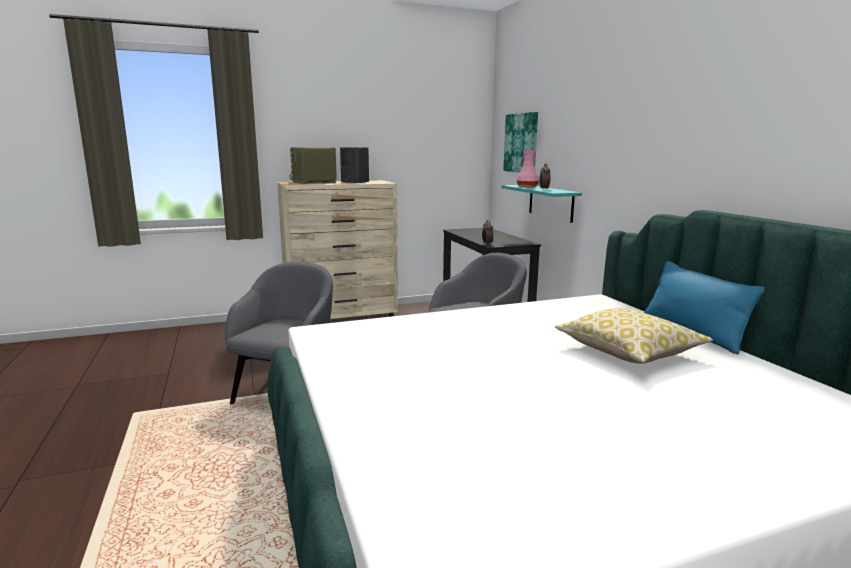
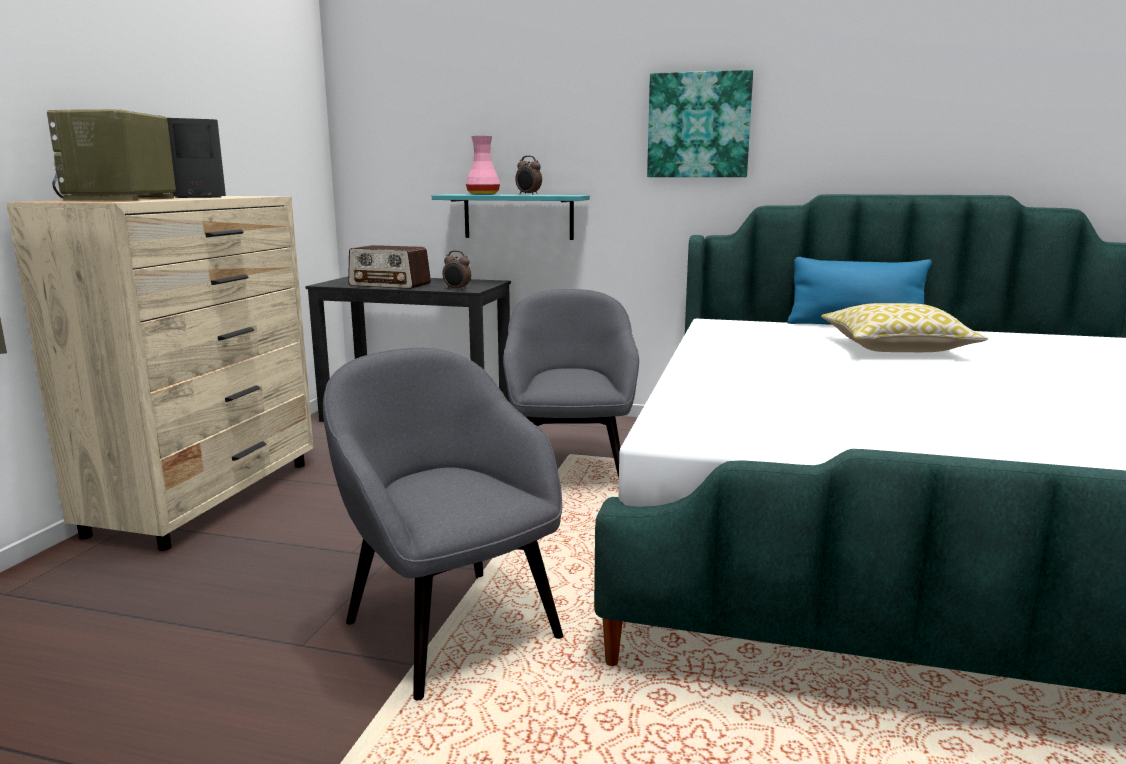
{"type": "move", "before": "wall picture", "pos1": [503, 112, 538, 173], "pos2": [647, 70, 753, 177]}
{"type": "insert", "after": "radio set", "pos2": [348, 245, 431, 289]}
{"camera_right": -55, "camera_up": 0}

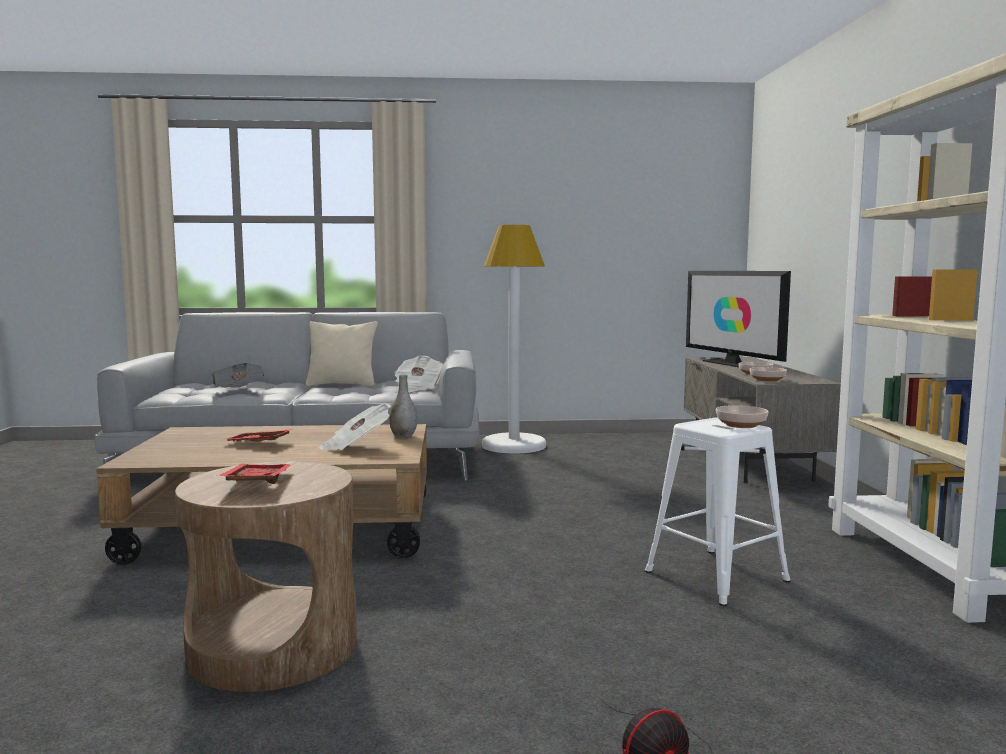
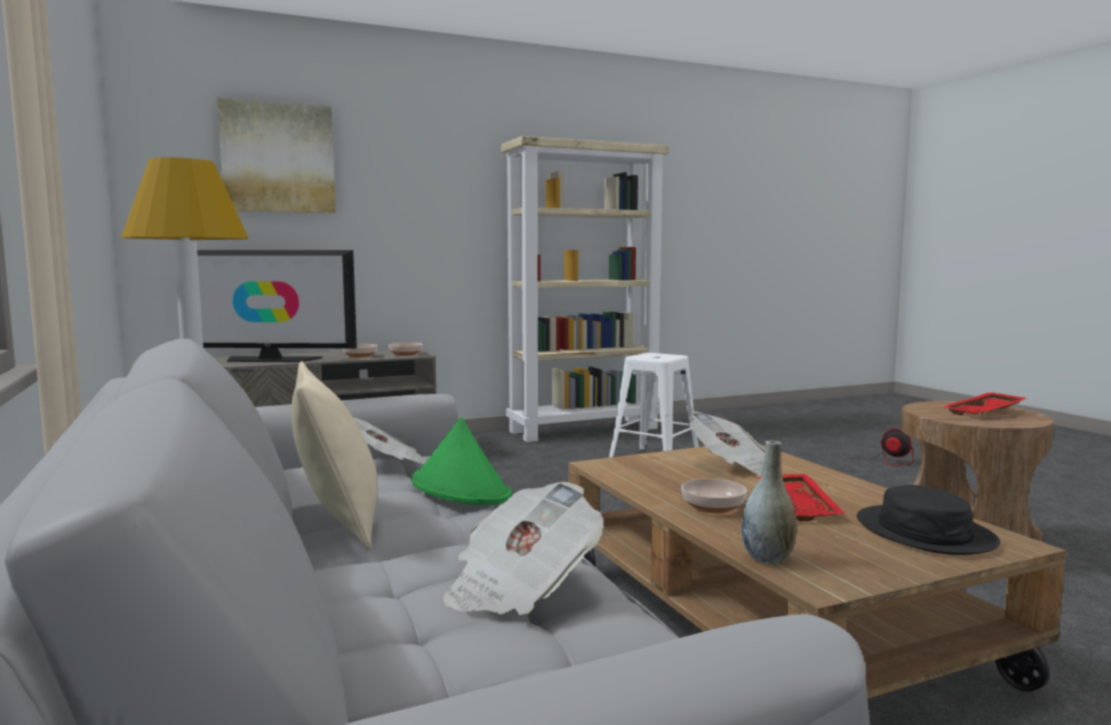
{"type": "move", "before": "grey vase", "pos1": [389, 374, 417, 438], "pos2": [742, 441, 797, 564]}
{"type": "rotate", "before": "TV set", "pos1": [686, 271, 791, 367], "pos2": [197, 250, 357, 362], "turn": 45}
{"type": "move", "before": "serving bowl", "pos1": [716, 405, 769, 428], "pos2": [681, 479, 747, 513]}
{"type": "insert", "after": "wall picture", "pos2": [217, 98, 336, 213]}
{"type": "insert", "after": "greenish clothing hat", "pos2": [411, 417, 512, 505]}
{"type": "insert", "after": "blackish clothing hat", "pos2": [857, 485, 1000, 555]}
{"camera_right": -110, "camera_up": 0}

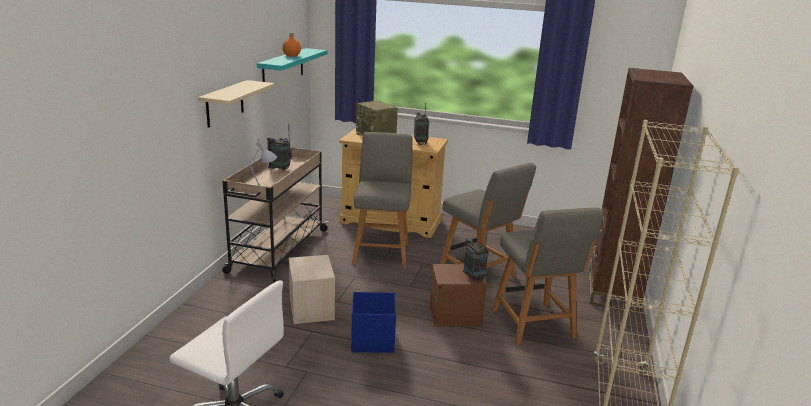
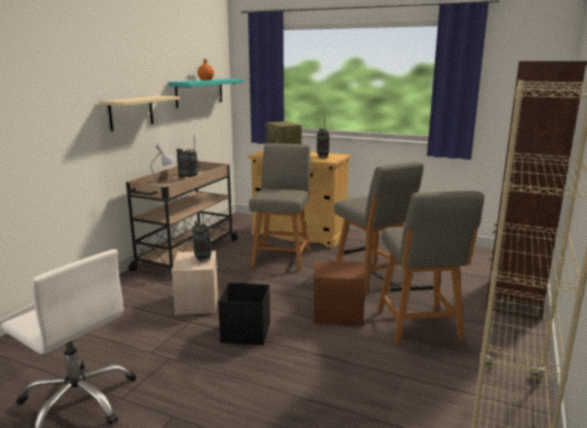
{"type": "recolor", "before": "blue storage bin", "after": "blackish storage bin", "pos1": [351, 292, 396, 353], "pos2": [218, 283, 270, 345]}
{"type": "move", "before": "radio set", "pos1": [463, 231, 489, 281], "pos2": [192, 211, 212, 262]}
{"camera_right": 10, "camera_up": -5}

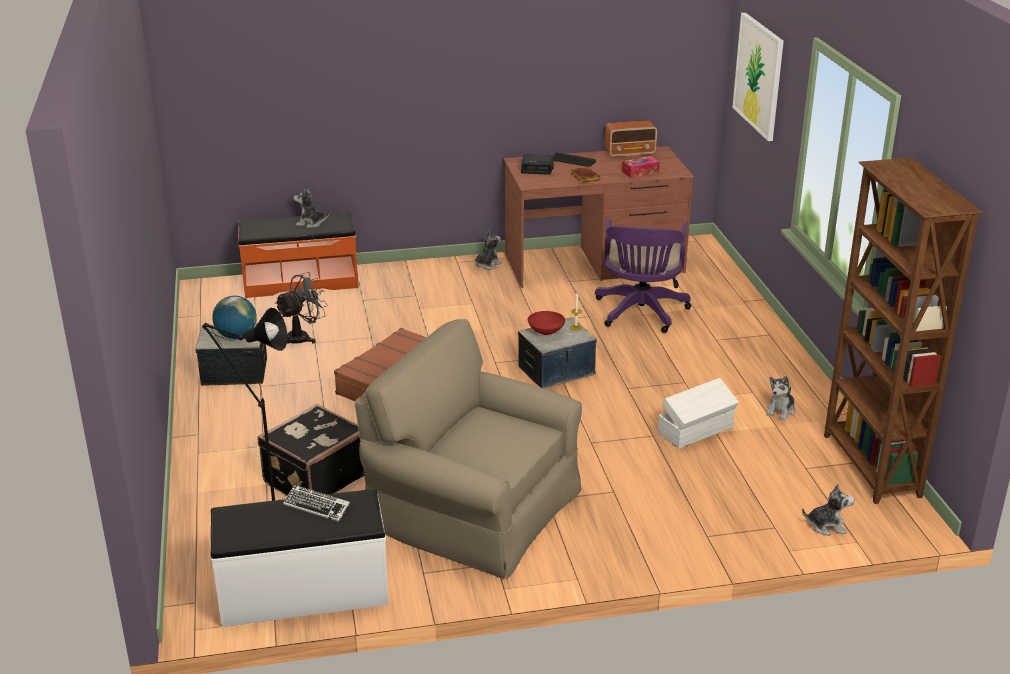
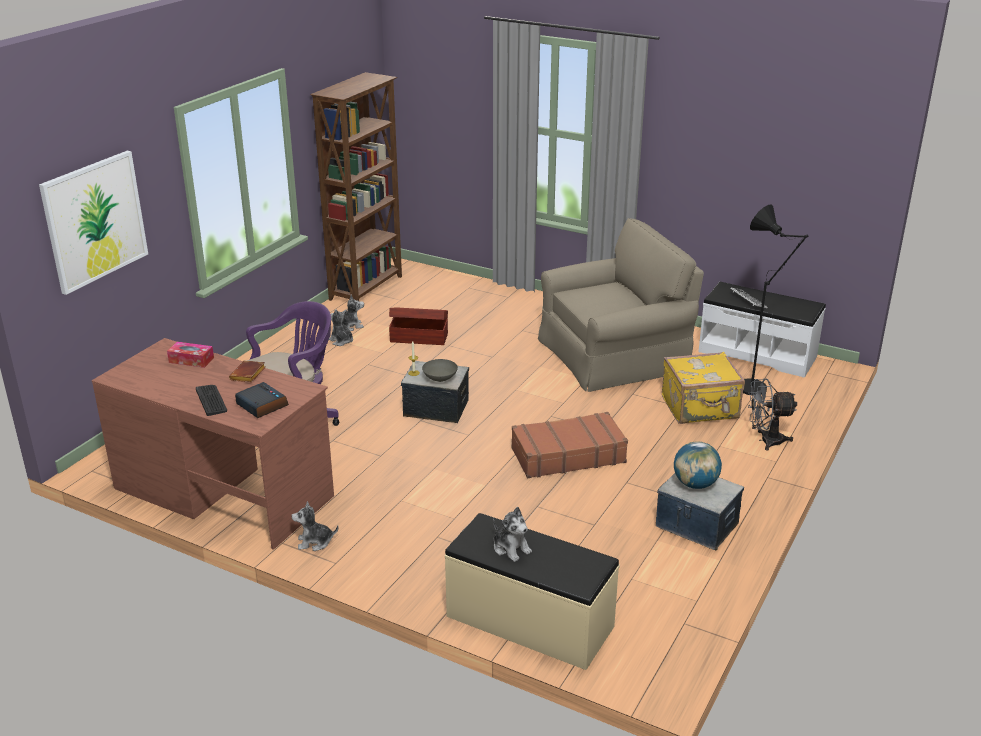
{"type": "recolor", "before": "orange indoor bench", "after": "beige-coloured indoor bench", "pos1": [238, 212, 359, 298], "pos2": [445, 513, 620, 670]}
{"type": "recolor", "before": "blackish suitcase", "after": "yellow suitcase", "pos1": [257, 404, 364, 496], "pos2": [662, 352, 745, 424]}
{"type": "move", "before": "grey electric fan", "pos1": [275, 272, 327, 344], "pos2": [748, 378, 797, 451]}
{"type": "rotate", "before": "beige-coloured easy chair", "pos1": [355, 319, 582, 579], "pos2": [538, 218, 704, 392], "turn": -90}
{"type": "recolor", "before": "red-coloured serving bowl", "after": "grey serving bowl", "pos1": [528, 311, 565, 335], "pos2": [422, 359, 458, 382]}
{"type": "delete", "before": "radio set", "pos1": [605, 120, 657, 158]}
{"type": "recolor", "before": "white storage bin", "after": "brownish storage bin", "pos1": [658, 378, 739, 449], "pos2": [389, 307, 448, 345]}
{"type": "move", "before": "plush toy", "pos1": [802, 484, 855, 536], "pos2": [329, 309, 353, 346]}
{"camera_right": -140, "camera_up": 0}

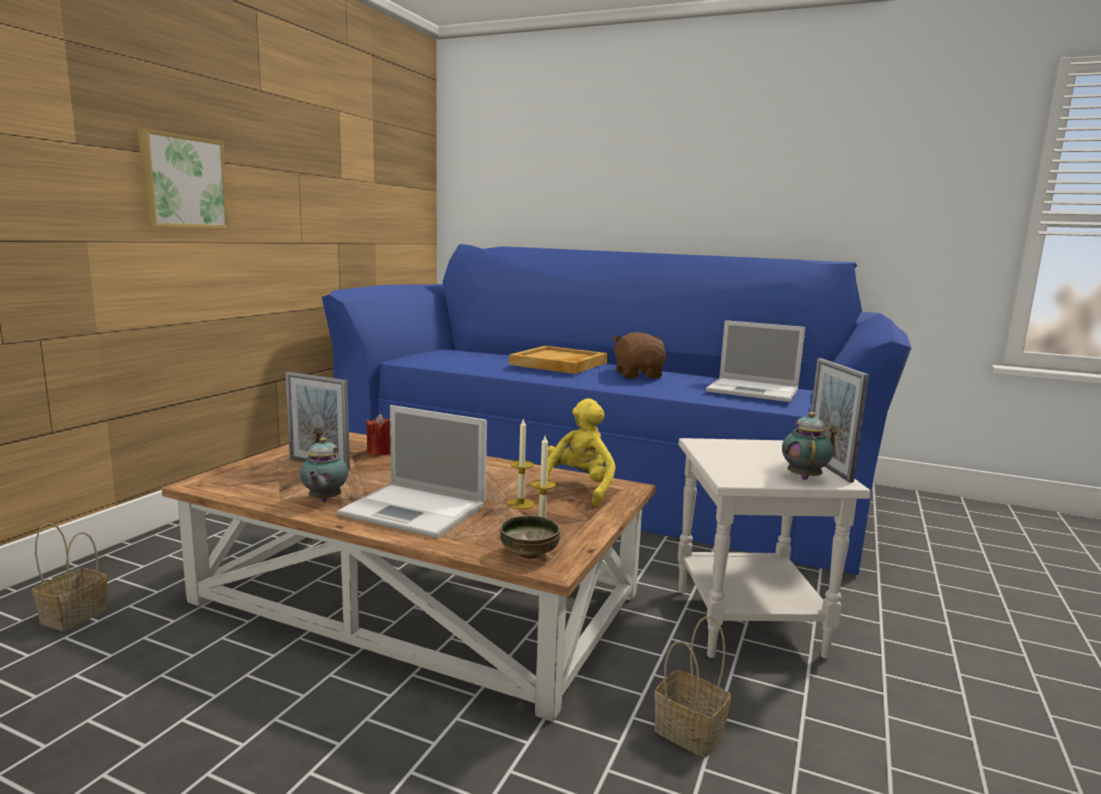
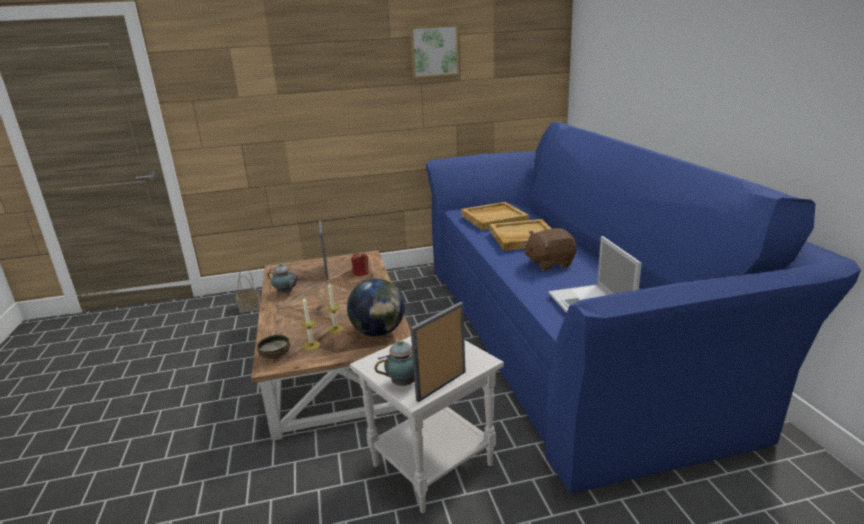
{"type": "move", "before": "wall picture", "pos1": [138, 129, 229, 229], "pos2": [410, 24, 459, 78]}
{"type": "rotate", "before": "tea pot", "pos1": [300, 437, 348, 502], "pos2": [267, 263, 300, 294], "turn": -120}
{"type": "delete", "before": "notebook computer", "pos1": [337, 405, 487, 538]}
{"type": "replace", "before": "yellow plush toy", "after": "desk globe", "pos1": [539, 398, 616, 506], "pos2": [347, 279, 405, 336]}
{"type": "rotate", "before": "brownish plush toy", "pos1": [612, 332, 666, 378], "pos2": [524, 228, 577, 271], "turn": -150}
{"type": "delete", "before": "storage basket", "pos1": [654, 616, 731, 758]}
{"type": "insert", "after": "beige-coloured tray", "pos2": [461, 202, 529, 230]}
{"camera_right": 55, "camera_up": 10}

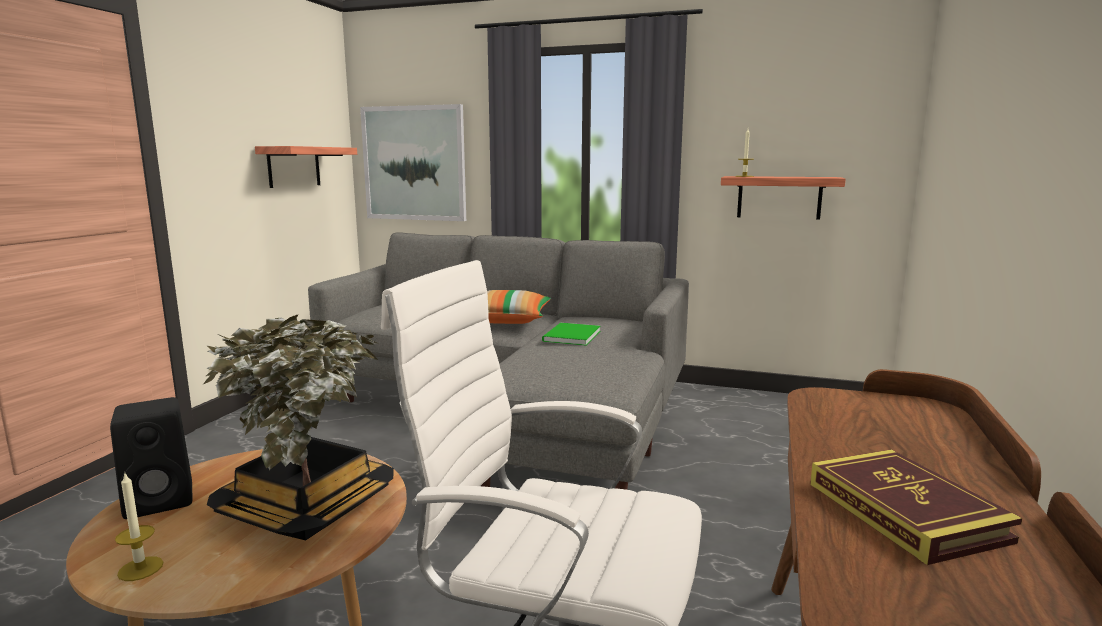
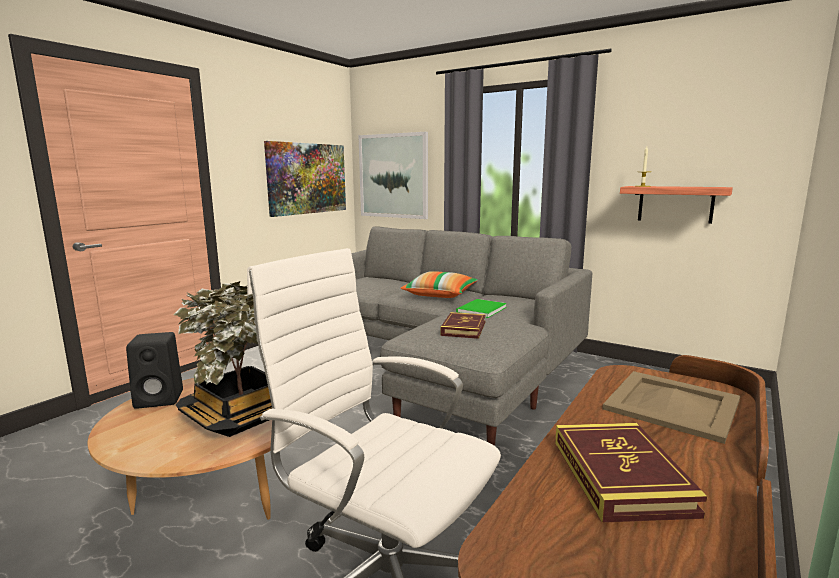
{"type": "delete", "before": "wax light", "pos1": [115, 474, 163, 581]}
{"type": "replace", "before": "bracket shelf", "after": "wall picture", "pos1": [255, 146, 357, 188], "pos2": [264, 141, 346, 217]}
{"type": "insert", "after": "volume", "pos2": [441, 312, 486, 339]}
{"type": "insert", "after": "beige-coloured tray", "pos2": [602, 371, 740, 444]}
{"camera_right": 15, "camera_up": 0}

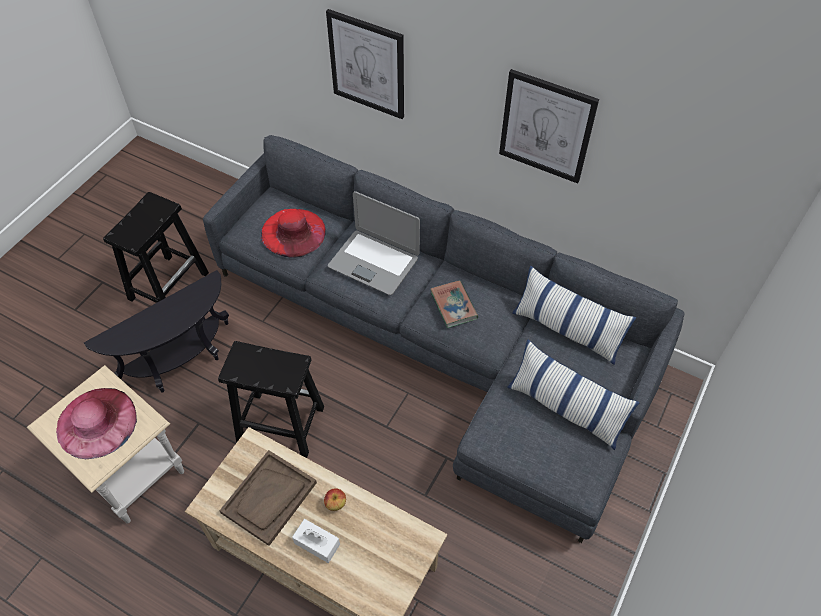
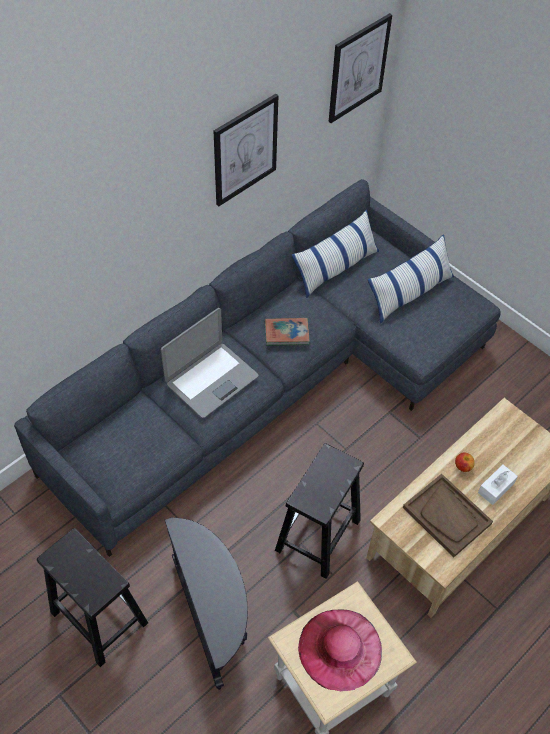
{"type": "delete", "before": "red-coloured clothing hat", "pos1": [261, 209, 326, 258]}
{"type": "move", "before": "wall picture", "pos1": [326, 9, 404, 119], "pos2": [329, 13, 392, 123]}
{"camera_right": -75, "camera_up": 0}

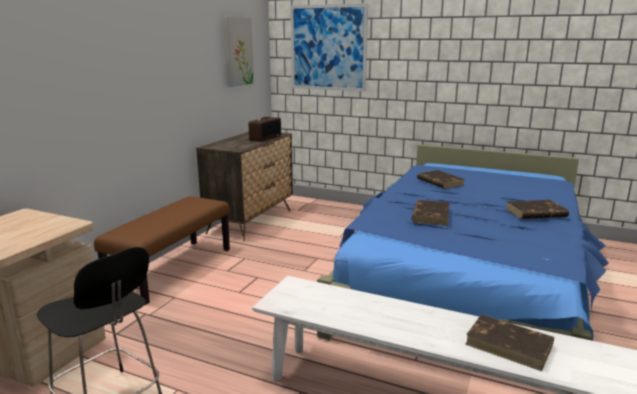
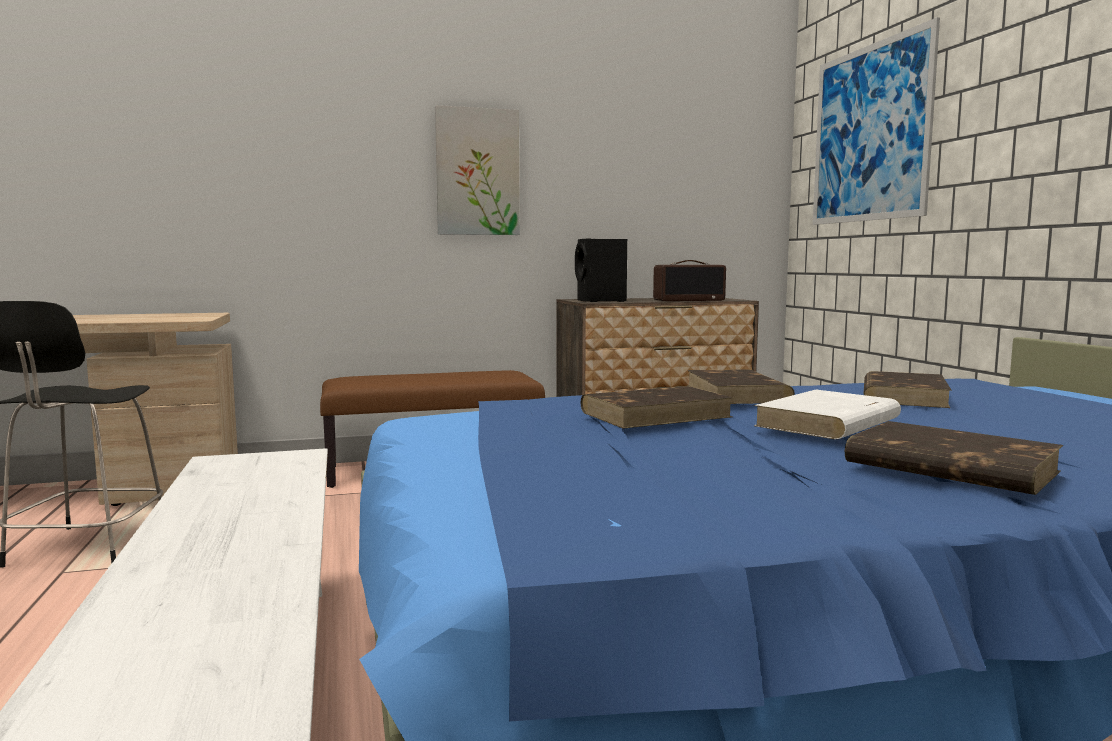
{"type": "move", "before": "wall picture", "pos1": [223, 17, 254, 87], "pos2": [435, 105, 520, 235]}
{"type": "move", "before": "brownish volume", "pos1": [465, 314, 554, 371], "pos2": [687, 369, 795, 404]}
{"type": "insert", "after": "blackish audio speaker", "pos2": [575, 239, 627, 302]}
{"type": "insert", "after": "white volume", "pos2": [754, 390, 901, 439]}
{"camera_right": 50, "camera_up": -10}

